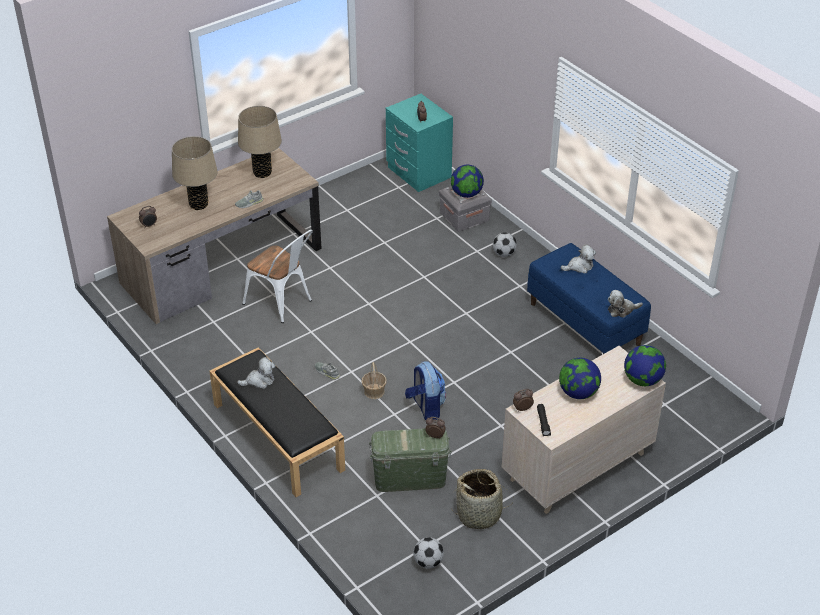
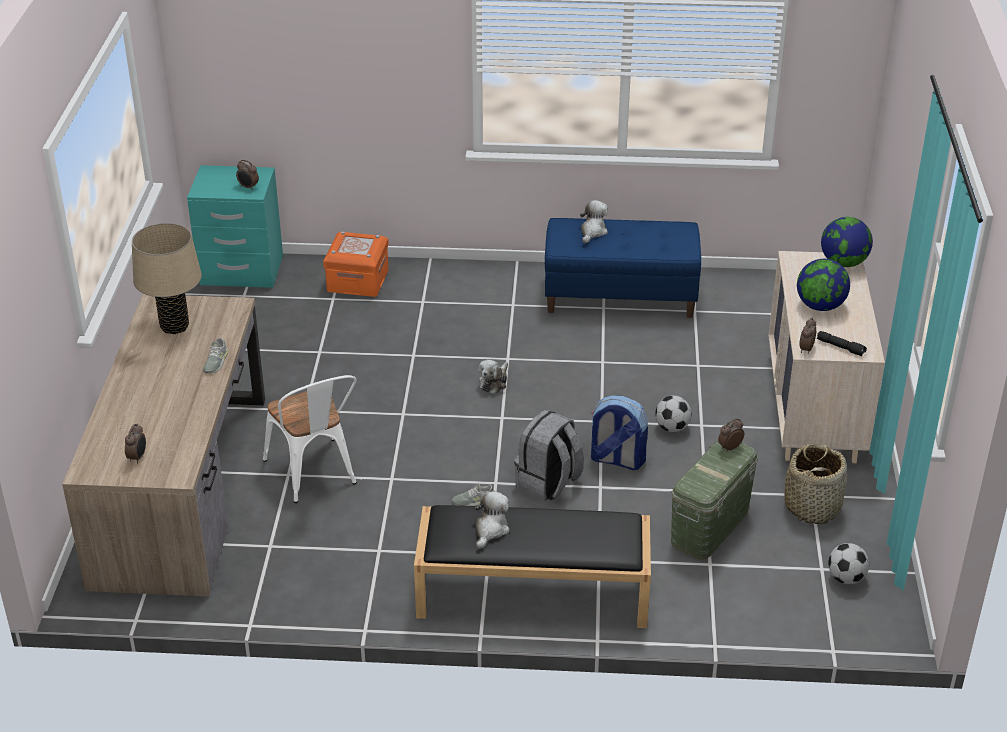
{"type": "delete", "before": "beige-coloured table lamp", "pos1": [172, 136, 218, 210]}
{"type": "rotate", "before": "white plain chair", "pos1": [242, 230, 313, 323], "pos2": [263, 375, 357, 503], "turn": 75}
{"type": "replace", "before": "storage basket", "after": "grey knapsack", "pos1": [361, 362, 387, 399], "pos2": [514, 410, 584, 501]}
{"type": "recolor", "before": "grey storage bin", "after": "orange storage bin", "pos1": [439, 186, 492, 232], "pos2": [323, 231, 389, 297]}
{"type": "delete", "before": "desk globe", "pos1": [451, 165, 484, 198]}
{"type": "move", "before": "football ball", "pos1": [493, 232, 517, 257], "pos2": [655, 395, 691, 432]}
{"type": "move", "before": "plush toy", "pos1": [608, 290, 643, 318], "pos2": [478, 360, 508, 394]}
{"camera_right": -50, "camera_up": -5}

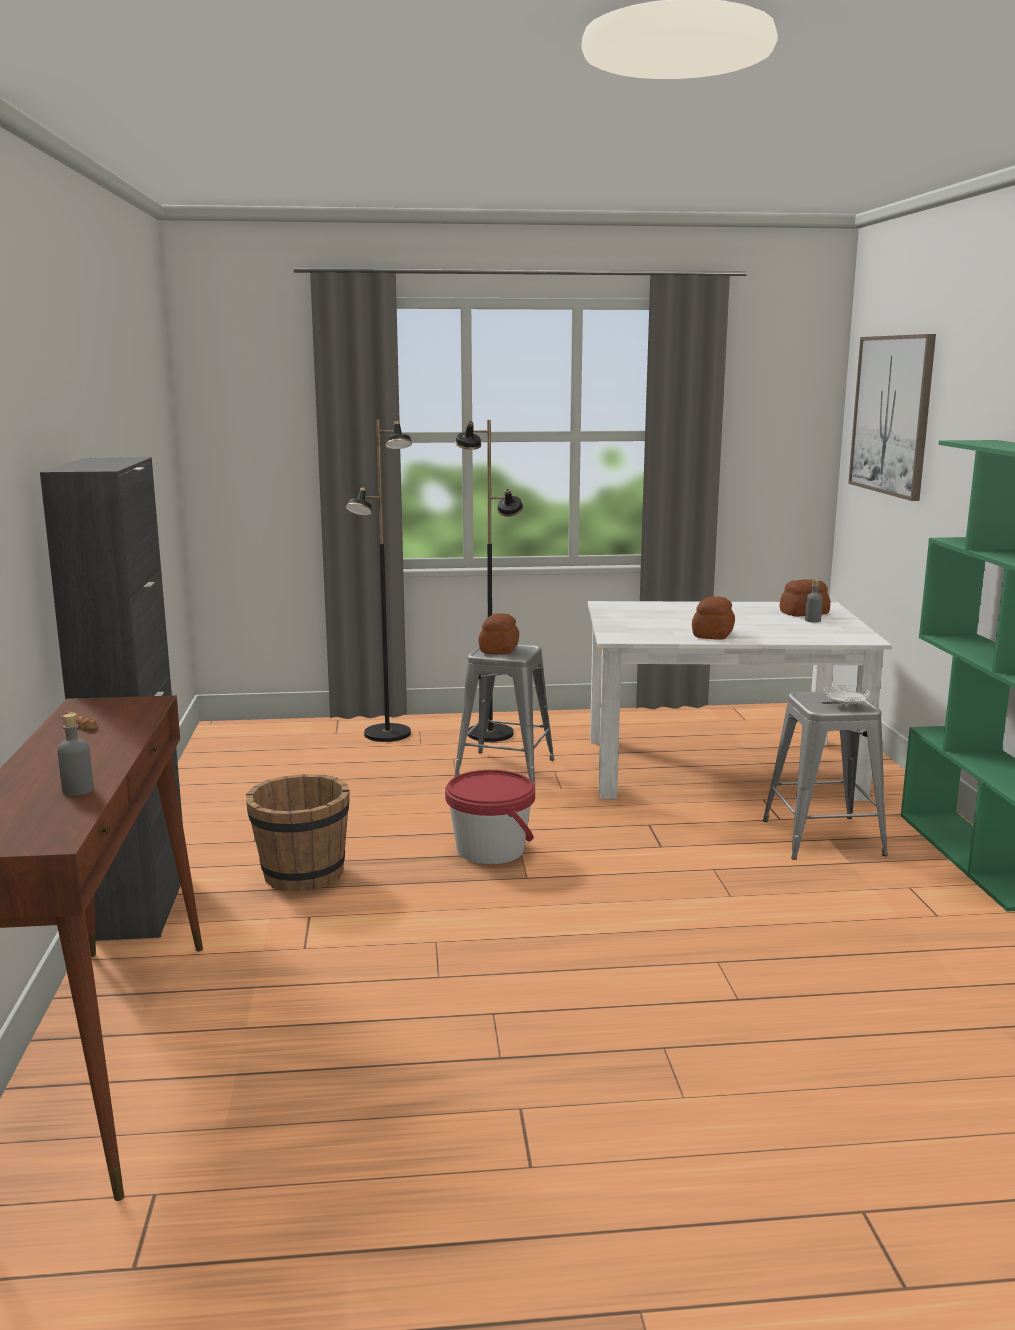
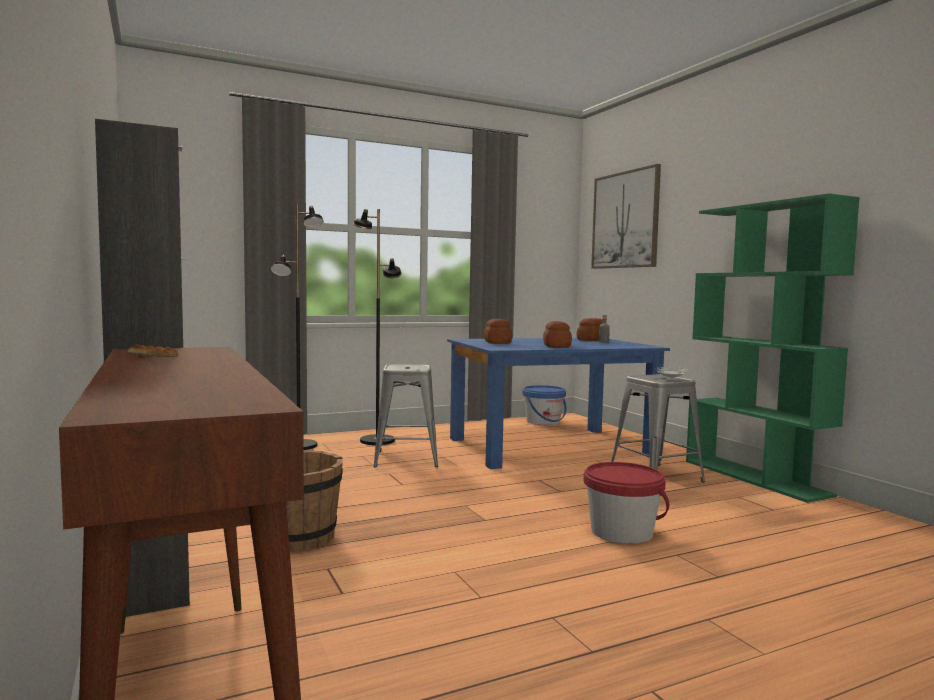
{"type": "delete", "before": "grey bottle", "pos1": [57, 713, 94, 796]}
{"type": "move", "before": "red-coloured bucket", "pos1": [445, 770, 535, 864], "pos2": [584, 462, 669, 544]}
{"type": "move", "before": "bakery bread", "pos1": [478, 613, 519, 654], "pos2": [484, 319, 512, 344]}
{"type": "recolor", "before": "white kitchen table", "after": "blue kitchen table", "pos1": [588, 601, 892, 801], "pos2": [447, 338, 670, 469]}
{"type": "insert", "after": "blue bucket", "pos2": [522, 385, 566, 425]}
{"camera_right": -20, "camera_up": -10}

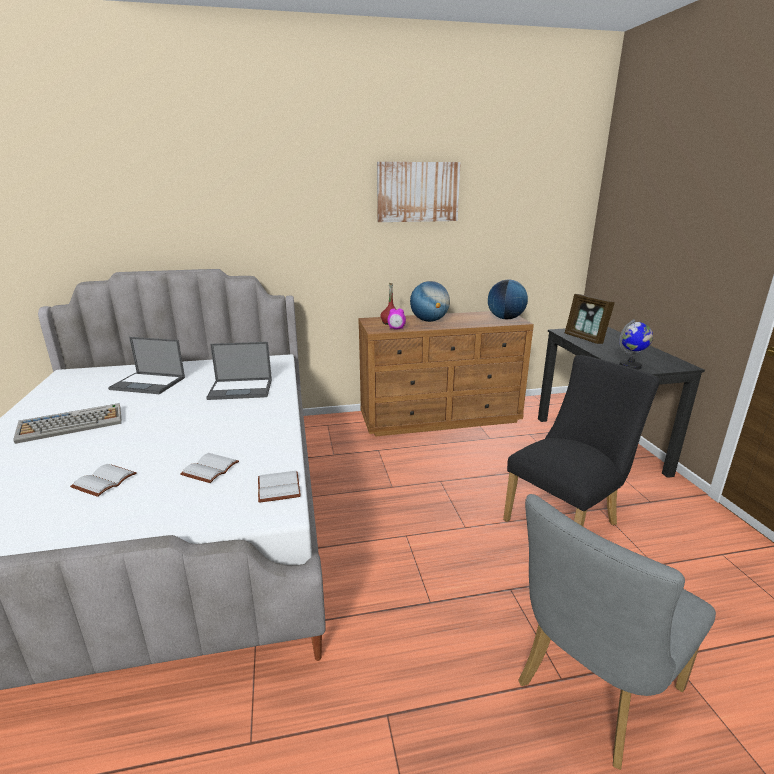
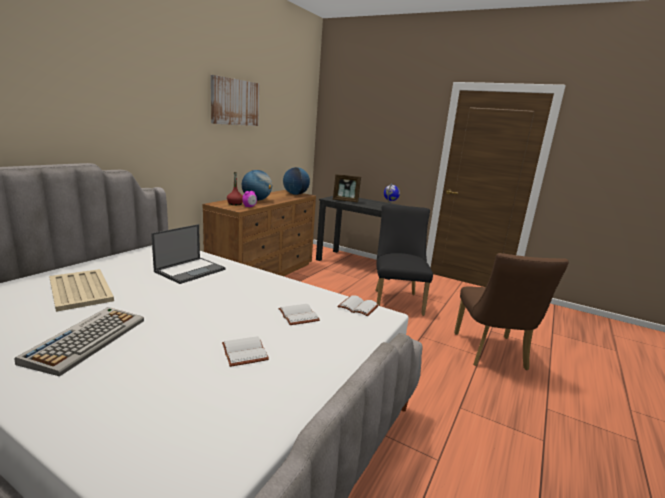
{"type": "replace", "before": "notebook computer", "after": "beige-coloured tray", "pos1": [108, 337, 185, 394], "pos2": [49, 269, 114, 312]}
{"type": "recolor", "before": "grey plain chair", "after": "brownish plain chair", "pos1": [519, 494, 716, 770], "pos2": [454, 253, 569, 370]}
{"camera_right": -50, "camera_up": -5}

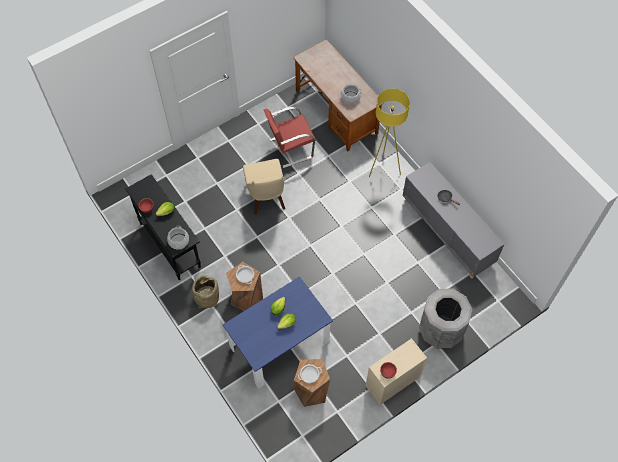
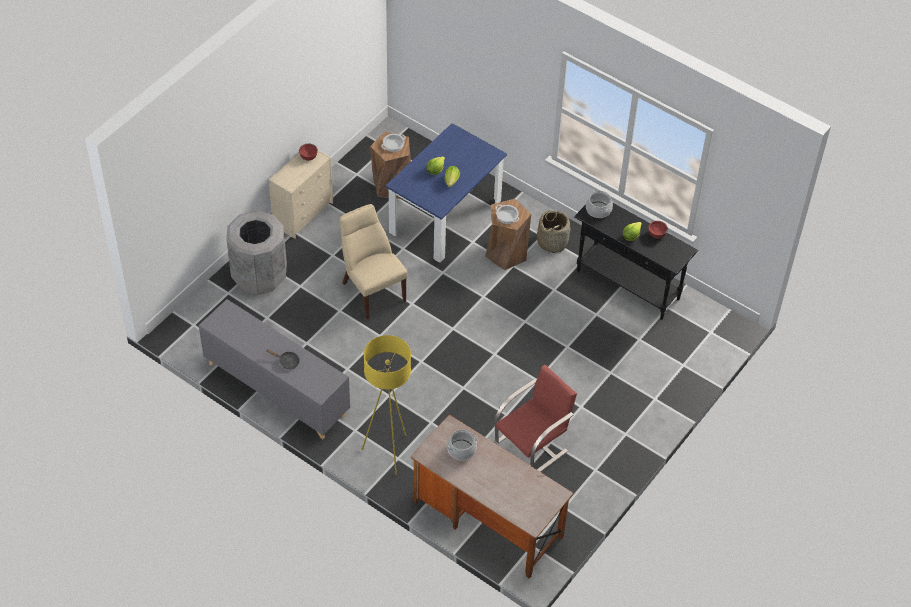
{"type": "move", "before": "beige-coloured plain chair", "pos1": [243, 159, 285, 215], "pos2": [339, 204, 408, 319]}
{"camera_right": 160, "camera_up": -10}

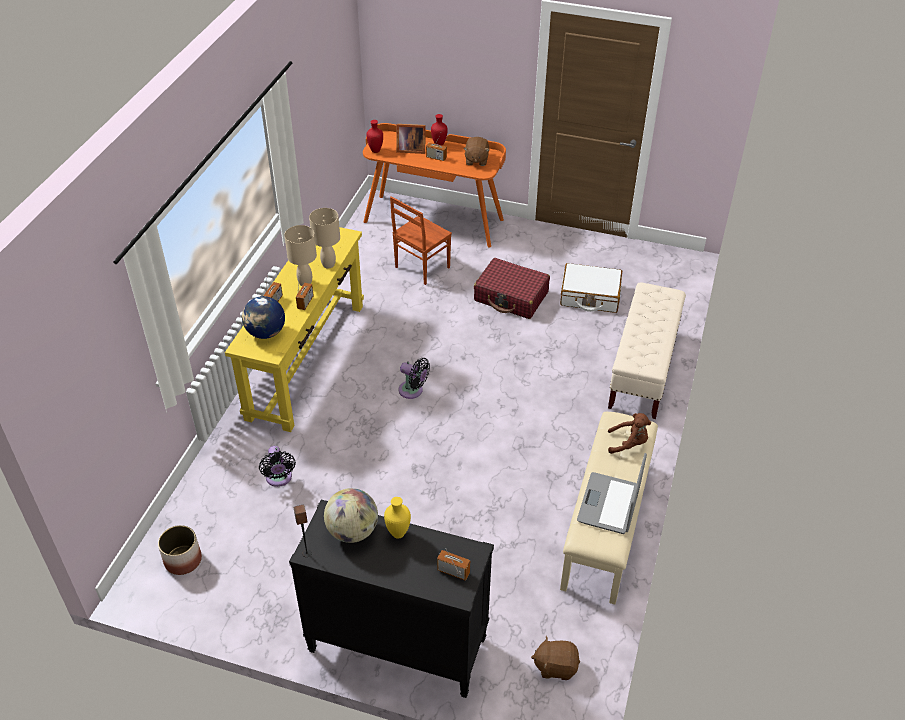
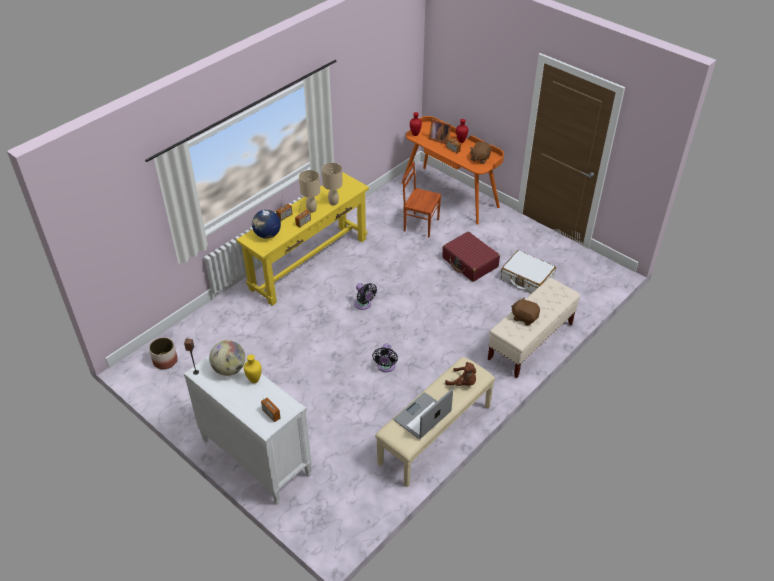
{"type": "move", "before": "blackish electric fan", "pos1": [259, 446, 296, 487], "pos2": [372, 343, 398, 372]}
{"type": "recolor", "before": "blackish chest of drawers", "after": "white chest of drawers", "pos1": [289, 500, 494, 698], "pos2": [184, 355, 312, 505]}
{"type": "rotate", "before": "brownish plain chair", "pos1": [390, 196, 452, 285], "pos2": [403, 161, 441, 237], "turn": 45}
{"type": "move", "before": "brownish plush toy", "pos1": [531, 636, 580, 680], "pos2": [511, 298, 540, 326]}
{"camera_right": 25, "camera_up": 0}

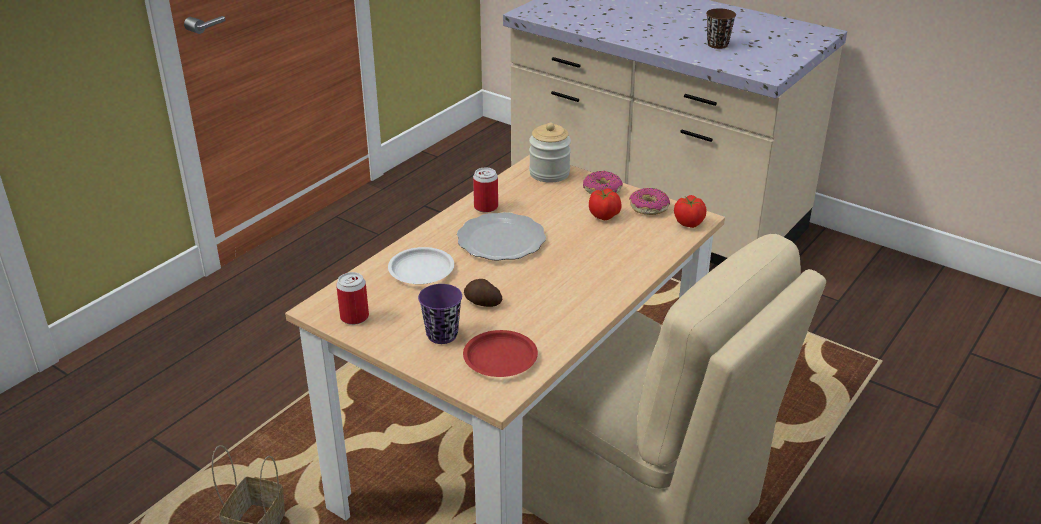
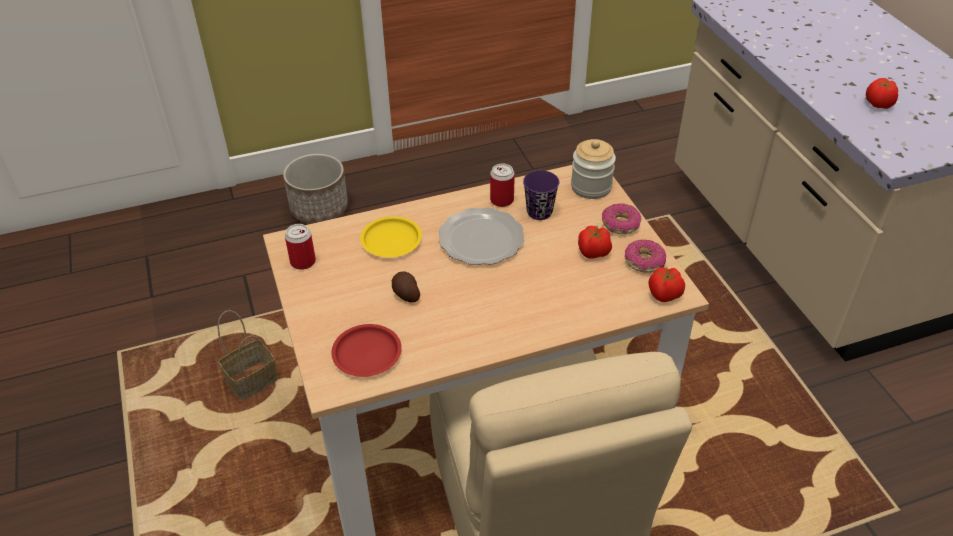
{"type": "recolor", "before": "white dinner plate", "after": "yellow dinner plate", "pos1": [388, 247, 454, 284], "pos2": [360, 216, 422, 257]}
{"type": "move", "before": "purple drinking cup", "pos1": [418, 284, 462, 344], "pos2": [523, 170, 559, 220]}
{"type": "replace", "before": "brownish drinking cup", "after": "whole tomato", "pos1": [706, 8, 736, 49], "pos2": [866, 78, 898, 109]}
{"type": "insert", "after": "plant pot", "pos2": [283, 154, 348, 224]}
{"camera_right": 35, "camera_up": 10}

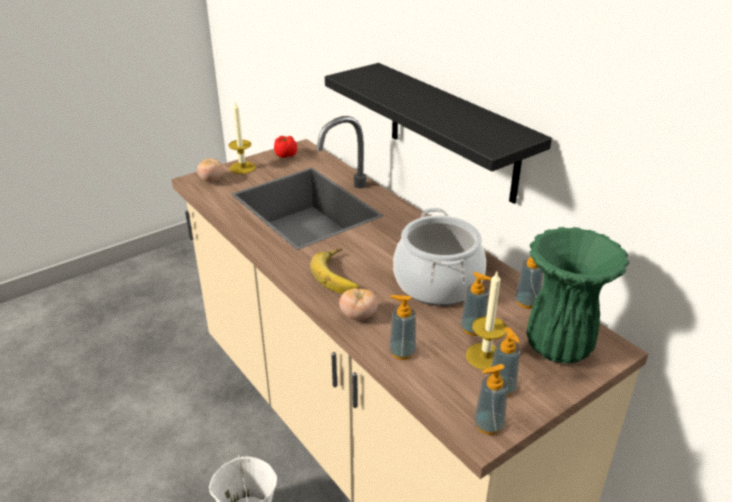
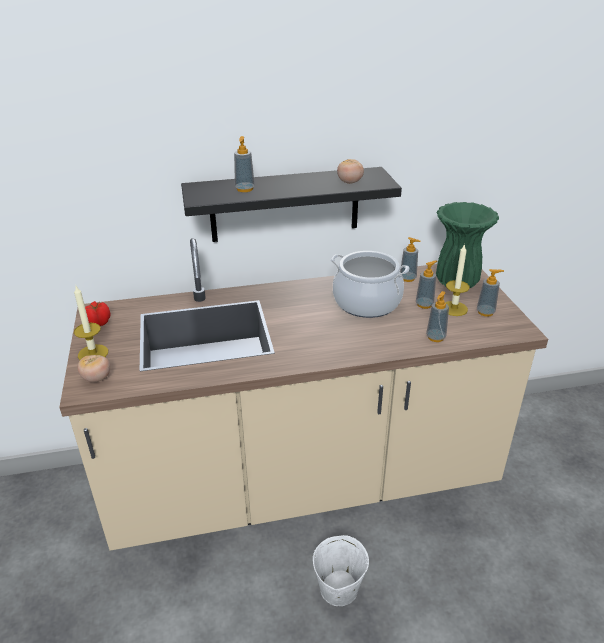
{"type": "delete", "before": "banana fruit", "pos1": [310, 248, 360, 294]}
{"type": "move", "before": "whole tomato", "pos1": [339, 288, 378, 320], "pos2": [337, 159, 364, 184]}
{"type": "move", "before": "liquid soap bottle", "pos1": [474, 364, 508, 435], "pos2": [234, 136, 255, 192]}
{"camera_right": -65, "camera_up": 0}

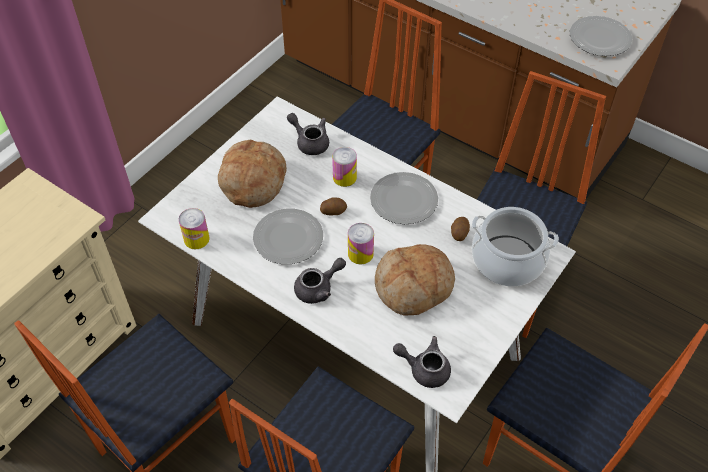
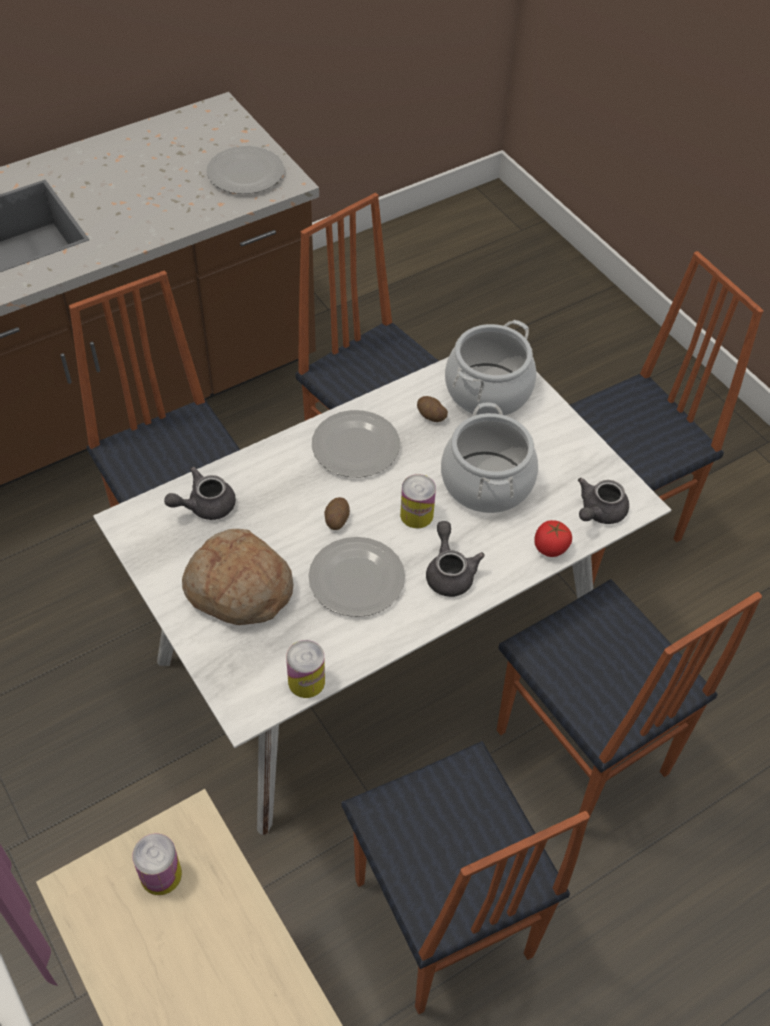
{"type": "move", "before": "sealed can", "pos1": [332, 147, 357, 187], "pos2": [132, 833, 182, 895]}
{"type": "replace", "before": "bakery bread", "after": "stockpot", "pos1": [375, 244, 455, 315], "pos2": [441, 402, 538, 513]}
{"type": "insert", "after": "whole tomato", "pos2": [534, 520, 572, 557]}
{"camera_right": -70, "camera_up": 0}

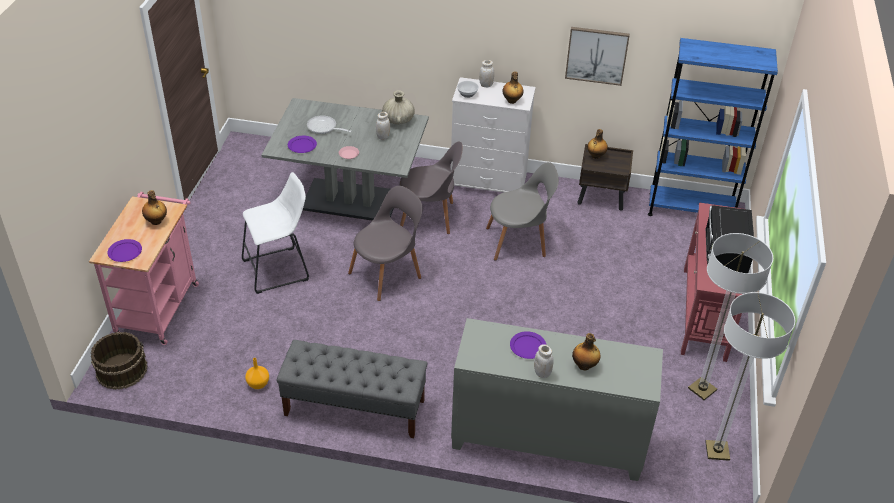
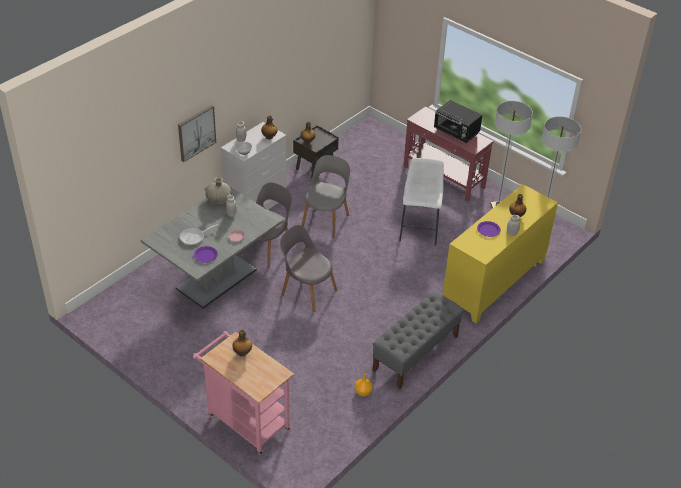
{"type": "delete", "before": "brownish bucket", "pos1": [91, 332, 148, 390]}
{"type": "delete", "before": "purple dinner plate", "pos1": [107, 239, 142, 262]}
{"type": "move", "before": "white stool", "pos1": [242, 172, 309, 294], "pos2": [399, 158, 444, 246]}
{"type": "rotate", "before": "grey plain chair", "pos1": [348, 186, 422, 301], "pos2": [280, 225, 337, 312], "turn": -45}
{"type": "recolor", "before": "grey storage cabinet", "after": "yellow storage cabinet", "pos1": [451, 318, 663, 481], "pos2": [443, 184, 558, 323]}
{"type": "move", "before": "wall picture", "pos1": [565, 27, 630, 86], "pos2": [178, 105, 216, 162]}
{"type": "delete", "before": "blue bookshelf", "pos1": [648, 38, 778, 216]}
{"camera_right": -60, "camera_up": 0}

